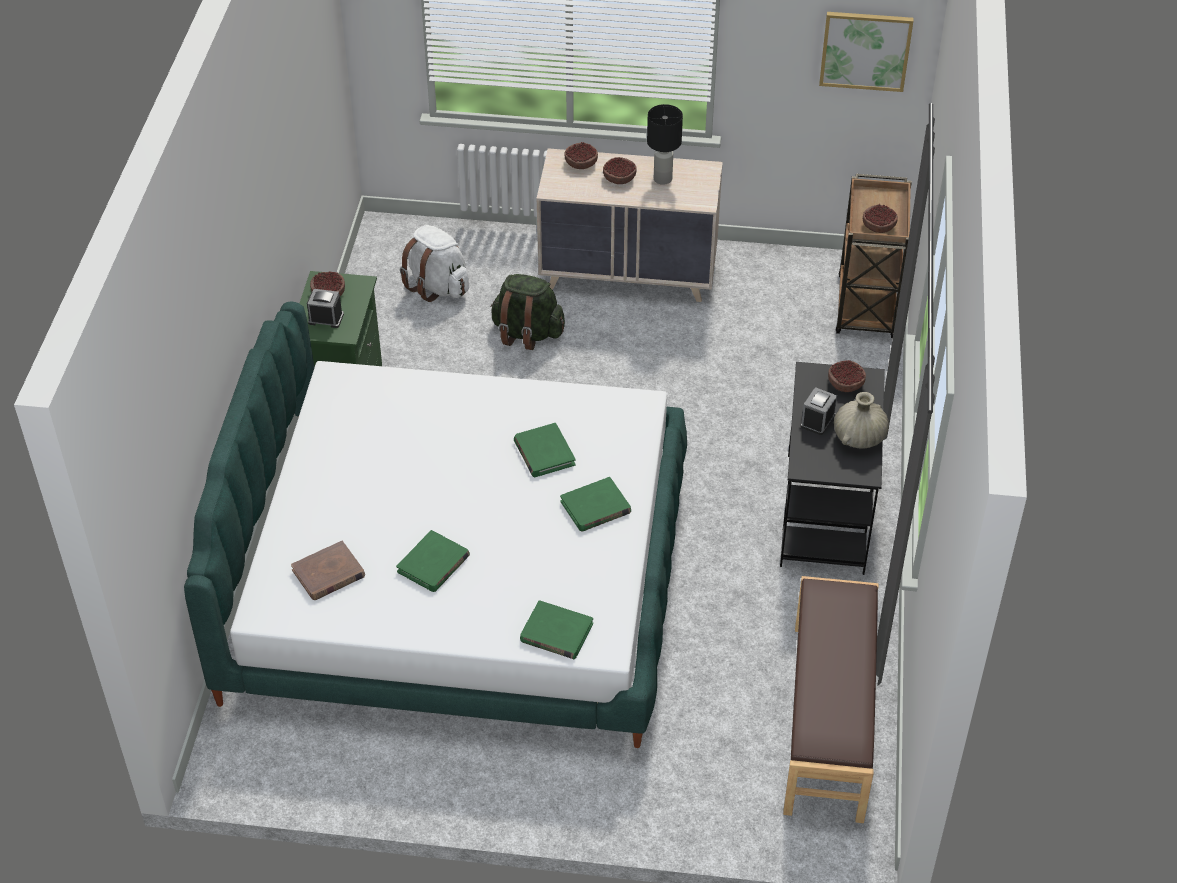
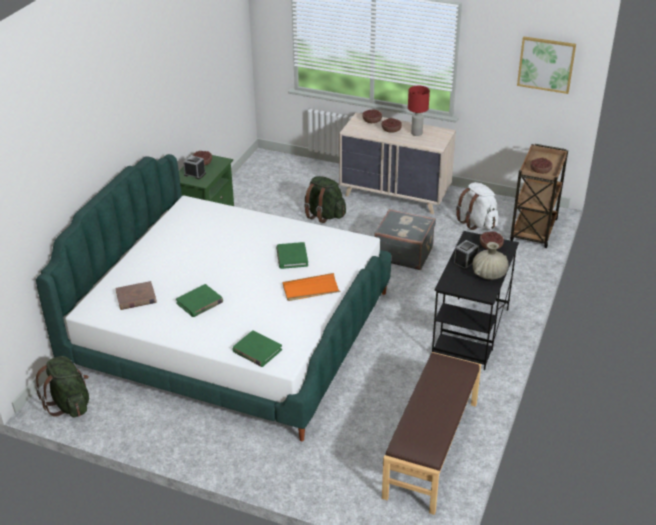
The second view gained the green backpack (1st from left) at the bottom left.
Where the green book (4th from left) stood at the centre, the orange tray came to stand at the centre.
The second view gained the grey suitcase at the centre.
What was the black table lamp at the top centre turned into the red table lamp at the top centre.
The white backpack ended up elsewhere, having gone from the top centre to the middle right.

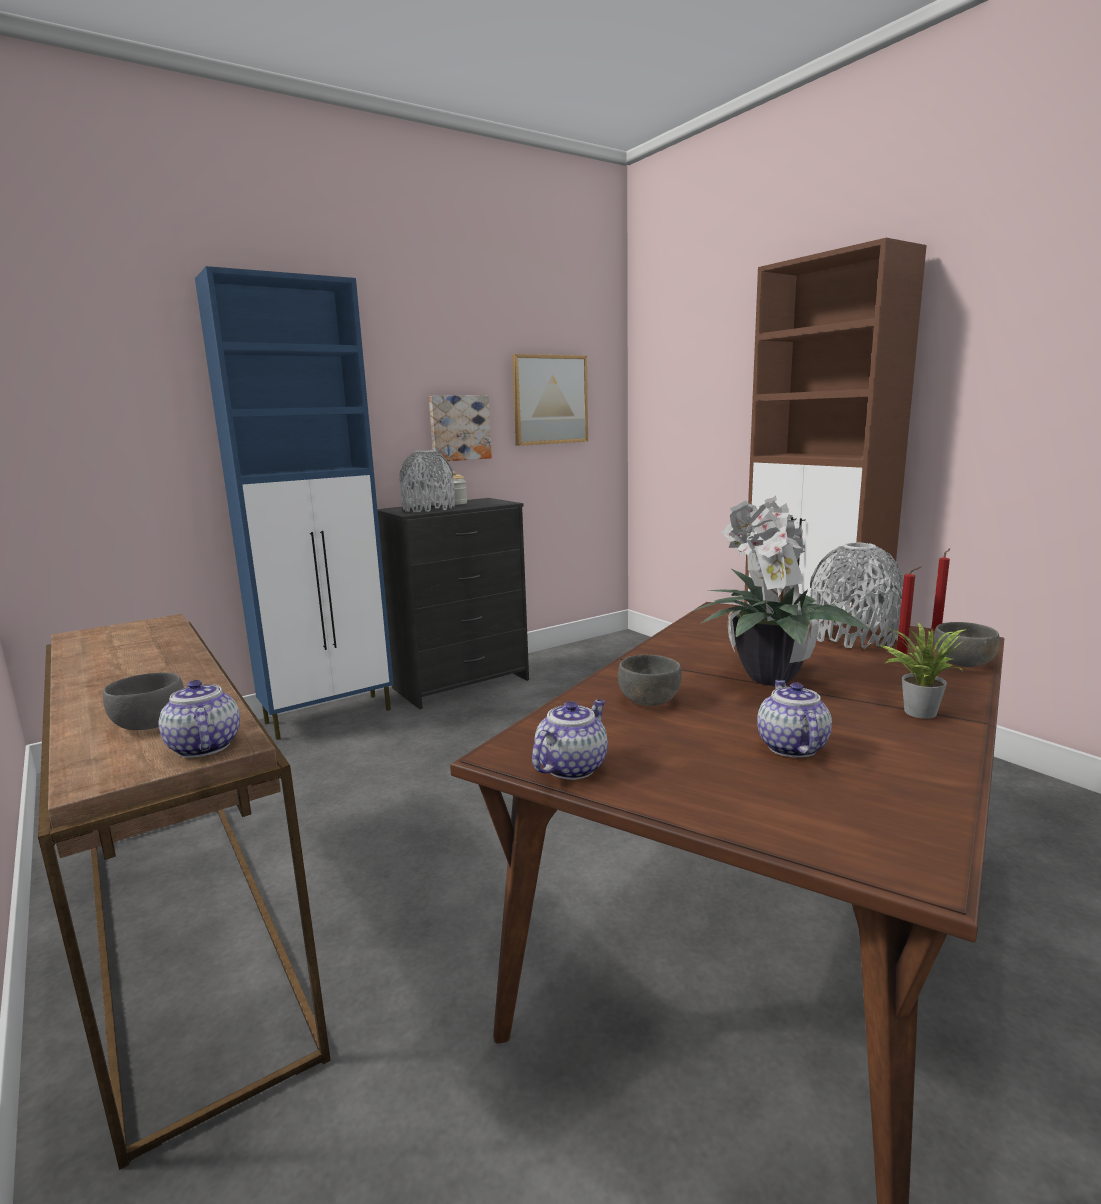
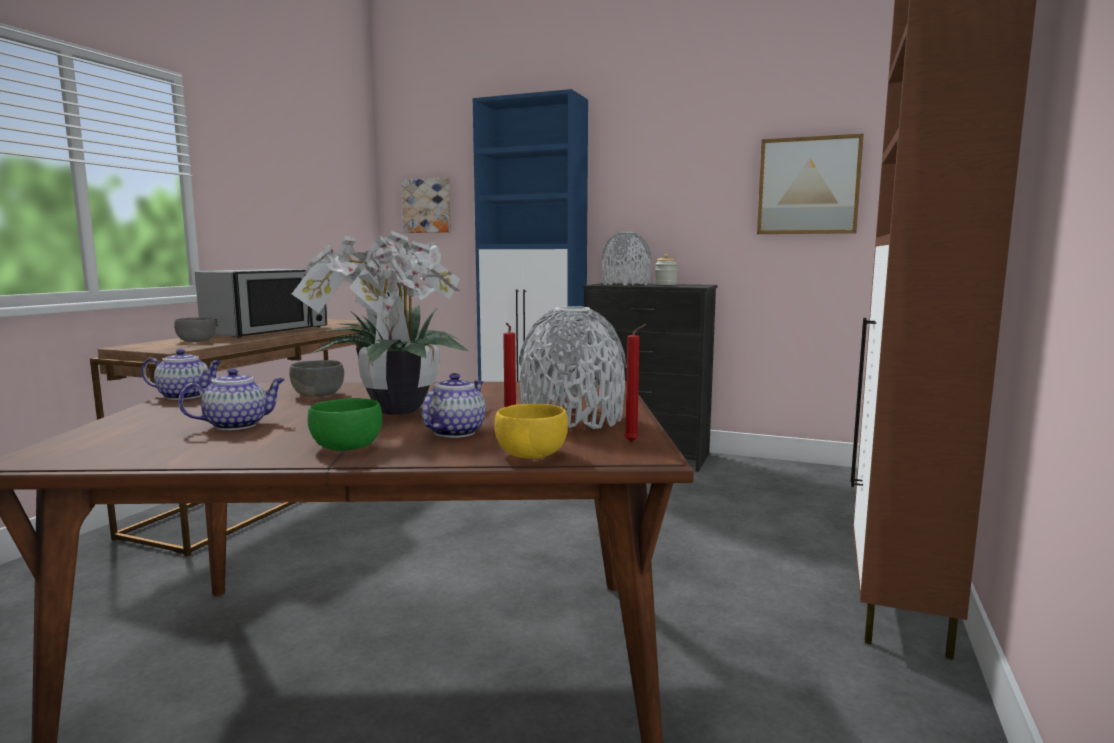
The second view gained the microwave at the middle left.
Where the potted plant (2nd from left) stood at the middle right, the green bowl came to stand at the middle left.
The picture (1st from left) ended up elsewhere, having gone from the centre to the top centre.
The teapot (1st from left in the first image) ended up elsewhere, having gone from the middle left to the centre.
What was the grey bowl (3rd from left) at the middle right turned into the yellow bowl at the centre.

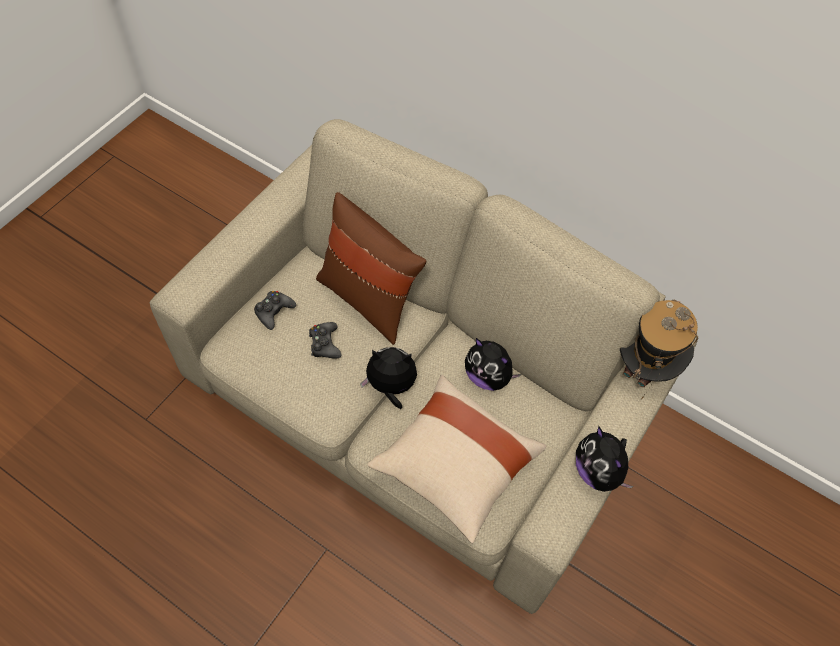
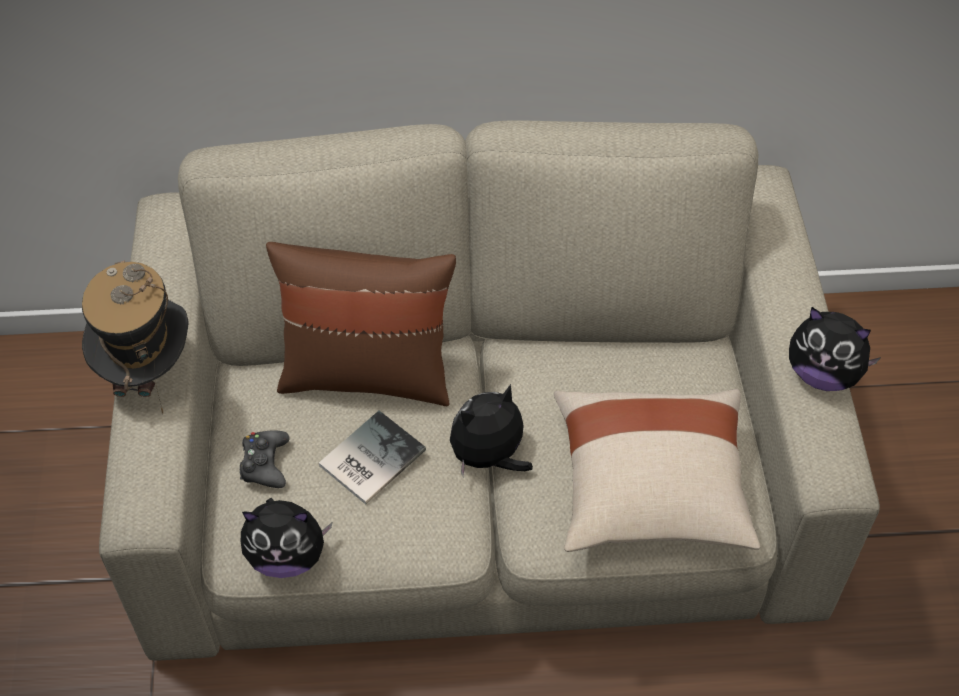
The hat ended up elsewhere, having gone from the middle right to the middle left.
The plush toy (2nd from left in the first image) ended up elsewhere, having gone from the centre to the bottom left.
Where the black game controller (2nd from left) stood at the centre, the book came to stand at the centre.

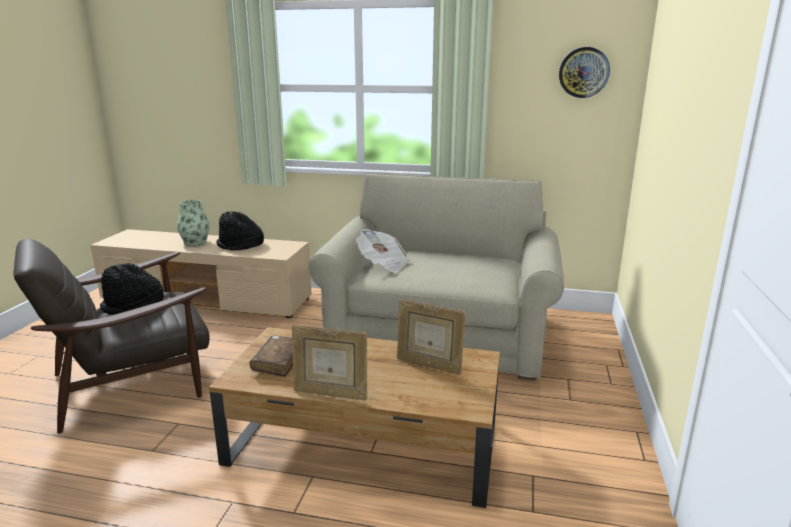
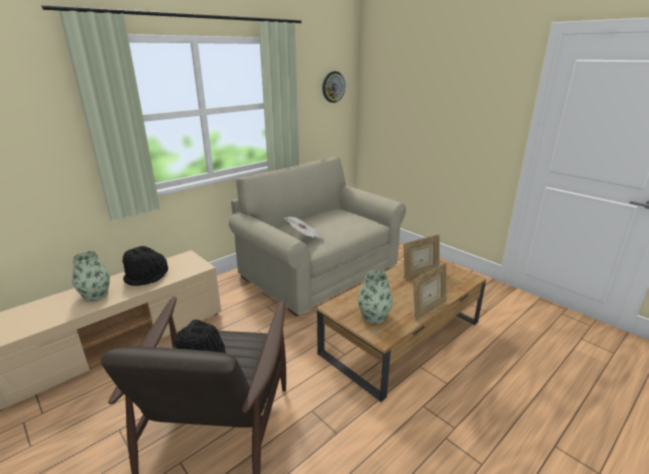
Where the brown book stood at the bottom centre, the vase (2nd from left) came to stand at the centre.

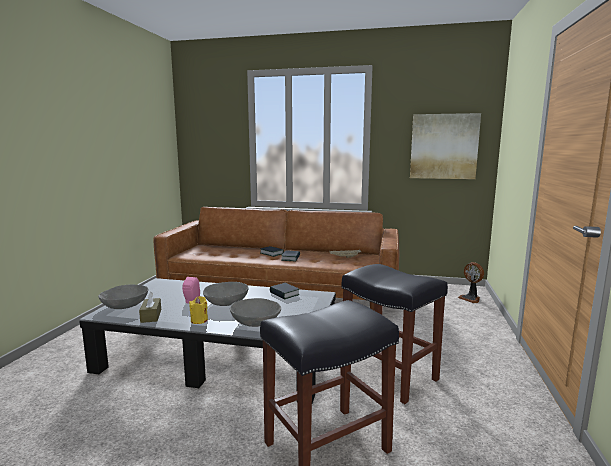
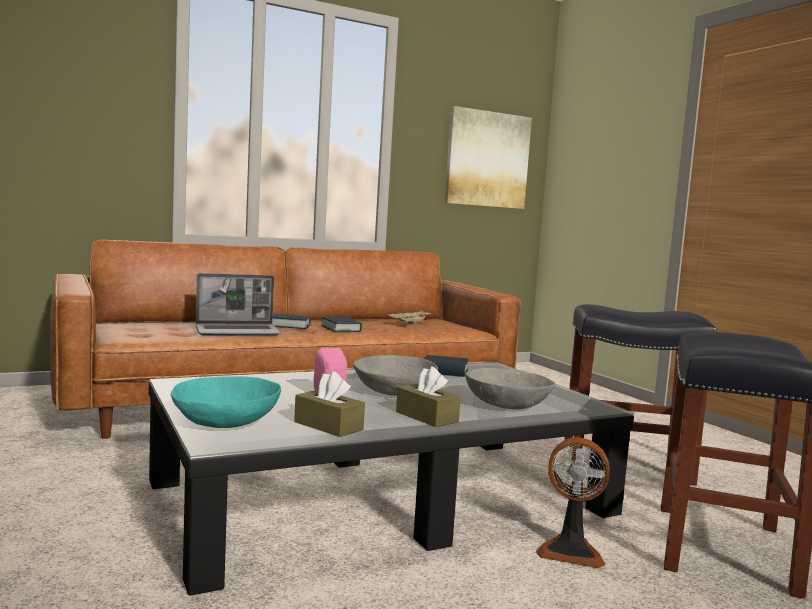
What was the grey bowl (1st from left) at the middle left turned into the turquoise bowl at the middle left.
The second view gained the laptop at the middle left.
Where the yellow candle stood at the middle left, the brown tissue box (2nd from left) came to stand at the centre.
The fan ended up elsewhere, having gone from the middle right to the bottom right.

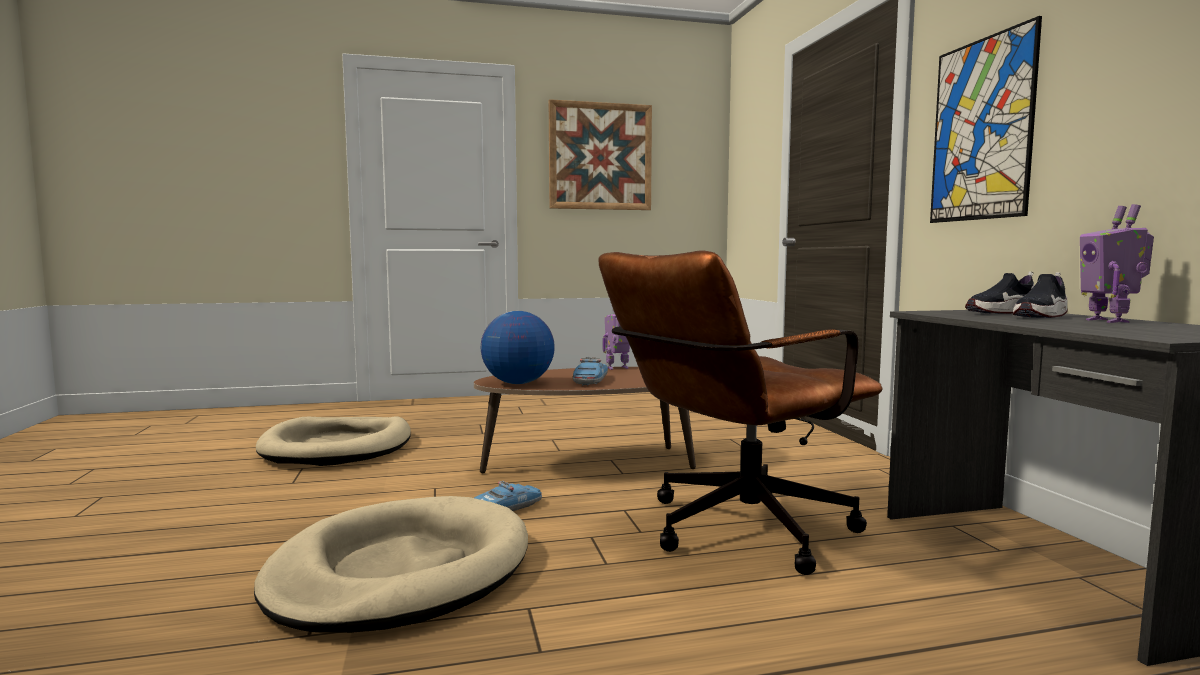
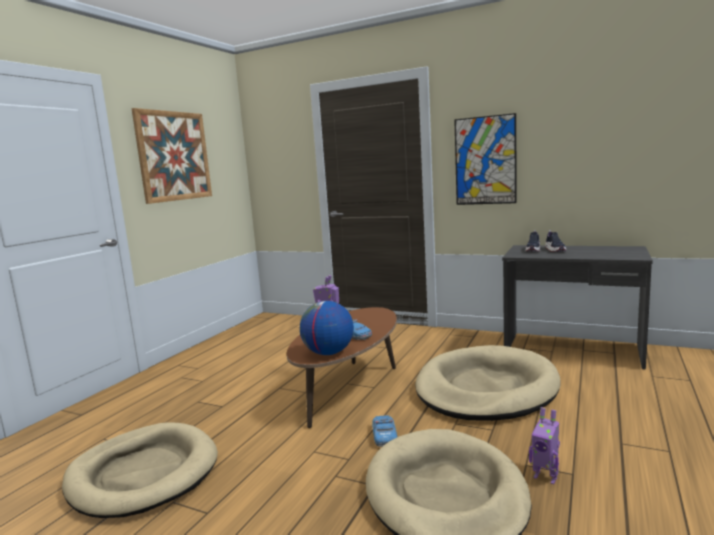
Where the brown office chair stood at the centre, the beige dog bed (3rd from left) came to stand at the bottom right.
The toy robot (2nd from left) ended up elsewhere, having gone from the middle right to the bottom right.

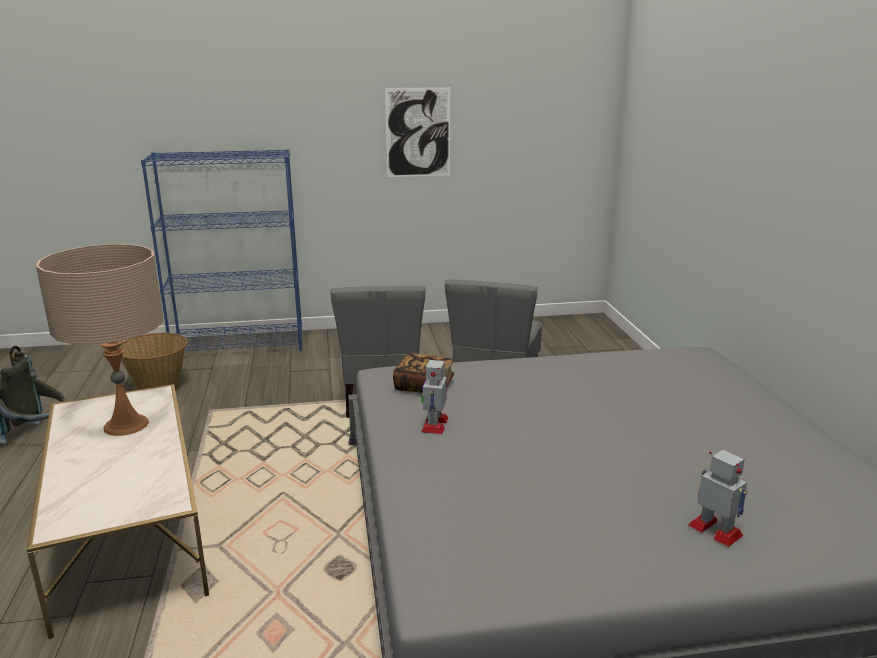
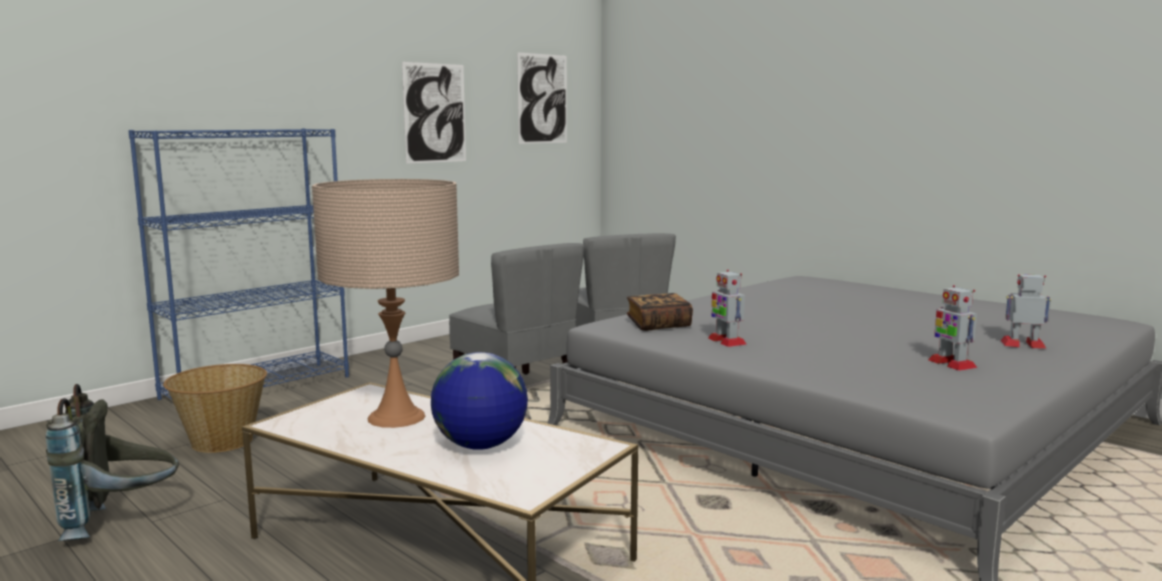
The second view gained the globe at the bottom centre.
The second view gained the picture (2nd from left) at the top centre.
The second view gained the toy robot (2nd from left) at the middle right.

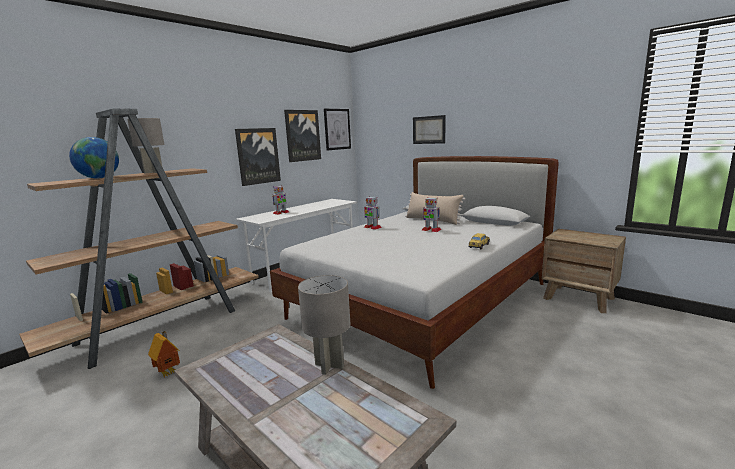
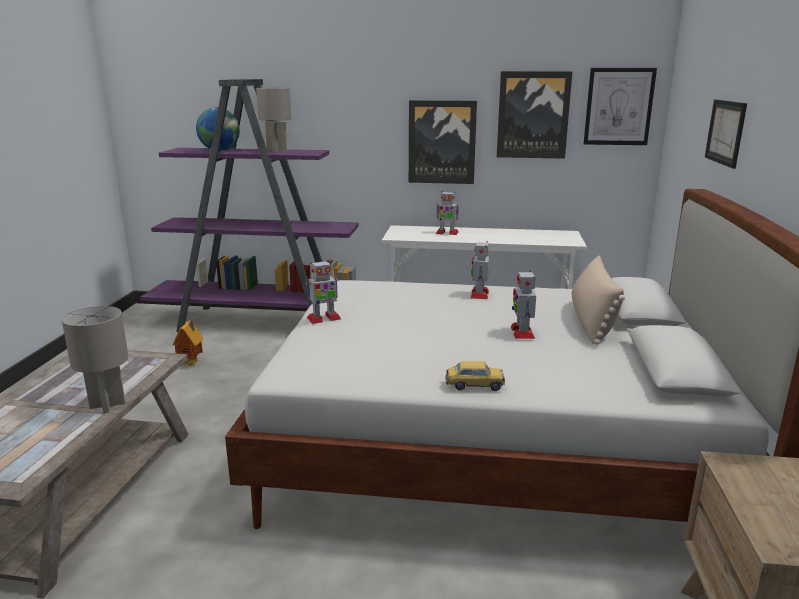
What was the brown bookcase at the middle left turned into the purple bookcase at the middle left.
The second view gained the toy robot (1st from left) at the centre.

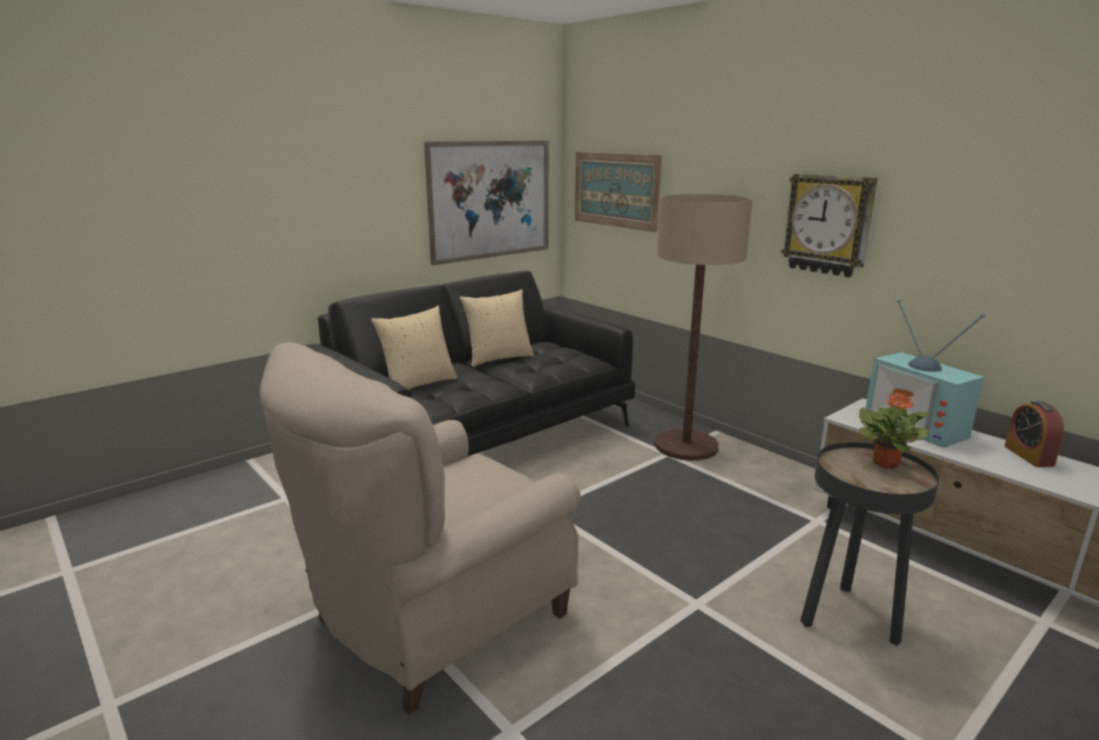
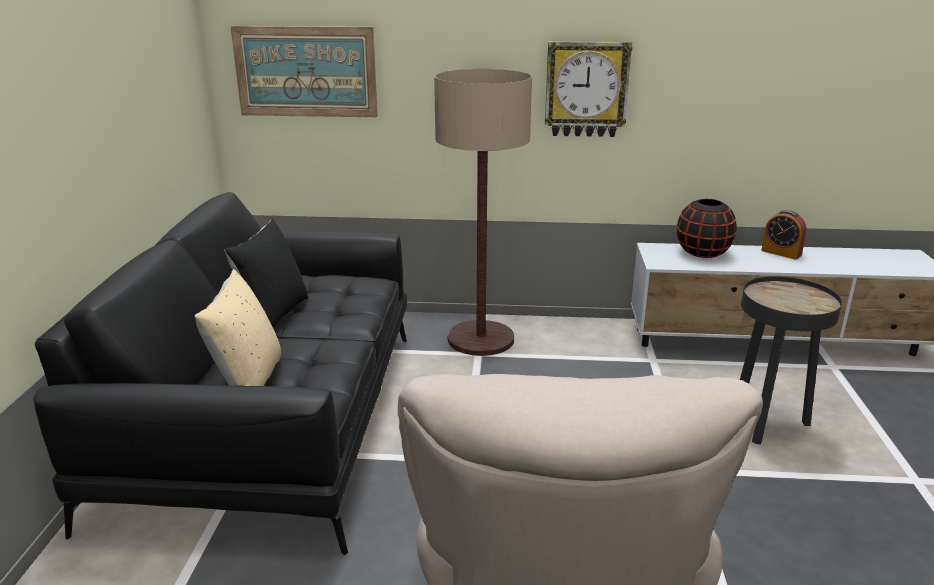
What was the beige pillow (2nd from left) at the centre turned into the black pillow at the middle left.
Where the television stood at the middle right, the black vase came to stand at the middle right.
The second view lost the picture (1st from left) at the top centre.
The second view lost the potted plant at the middle right.

